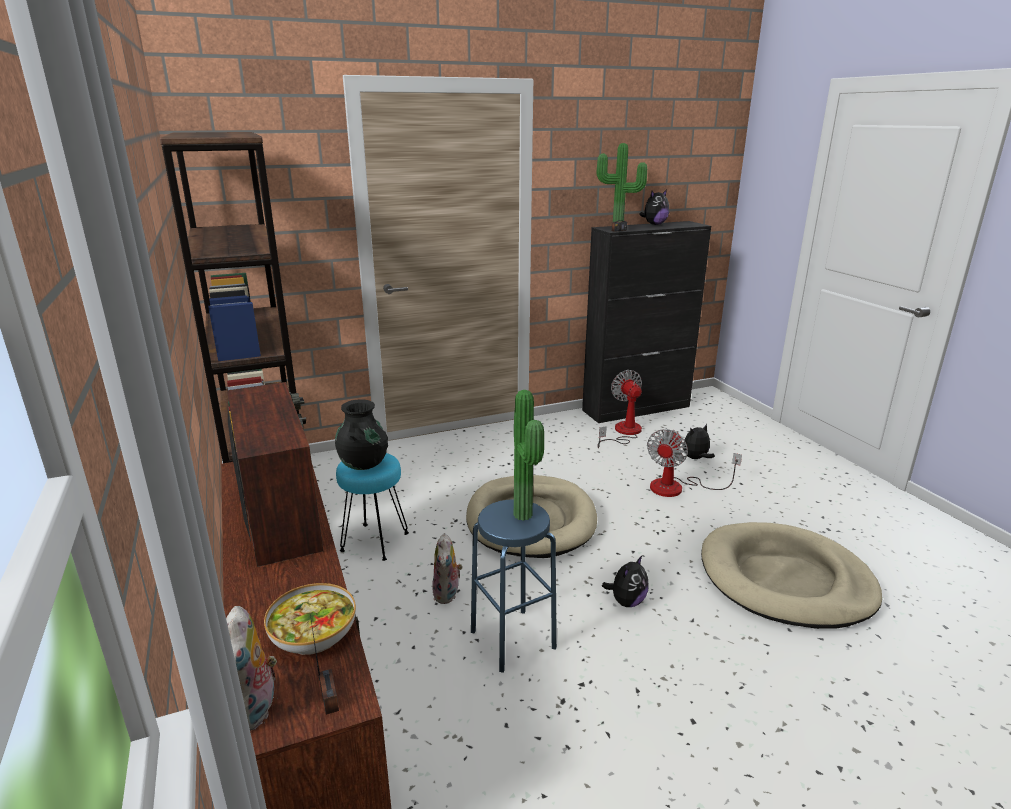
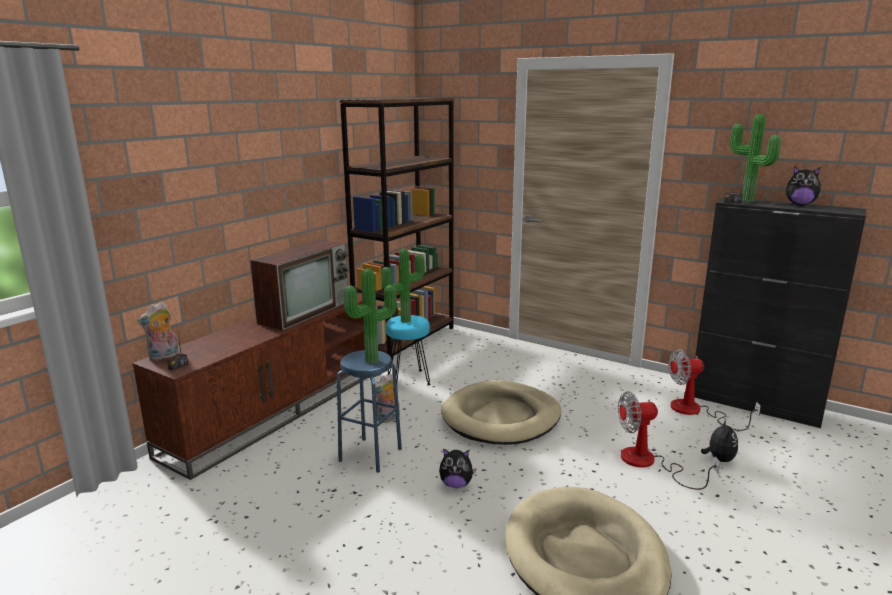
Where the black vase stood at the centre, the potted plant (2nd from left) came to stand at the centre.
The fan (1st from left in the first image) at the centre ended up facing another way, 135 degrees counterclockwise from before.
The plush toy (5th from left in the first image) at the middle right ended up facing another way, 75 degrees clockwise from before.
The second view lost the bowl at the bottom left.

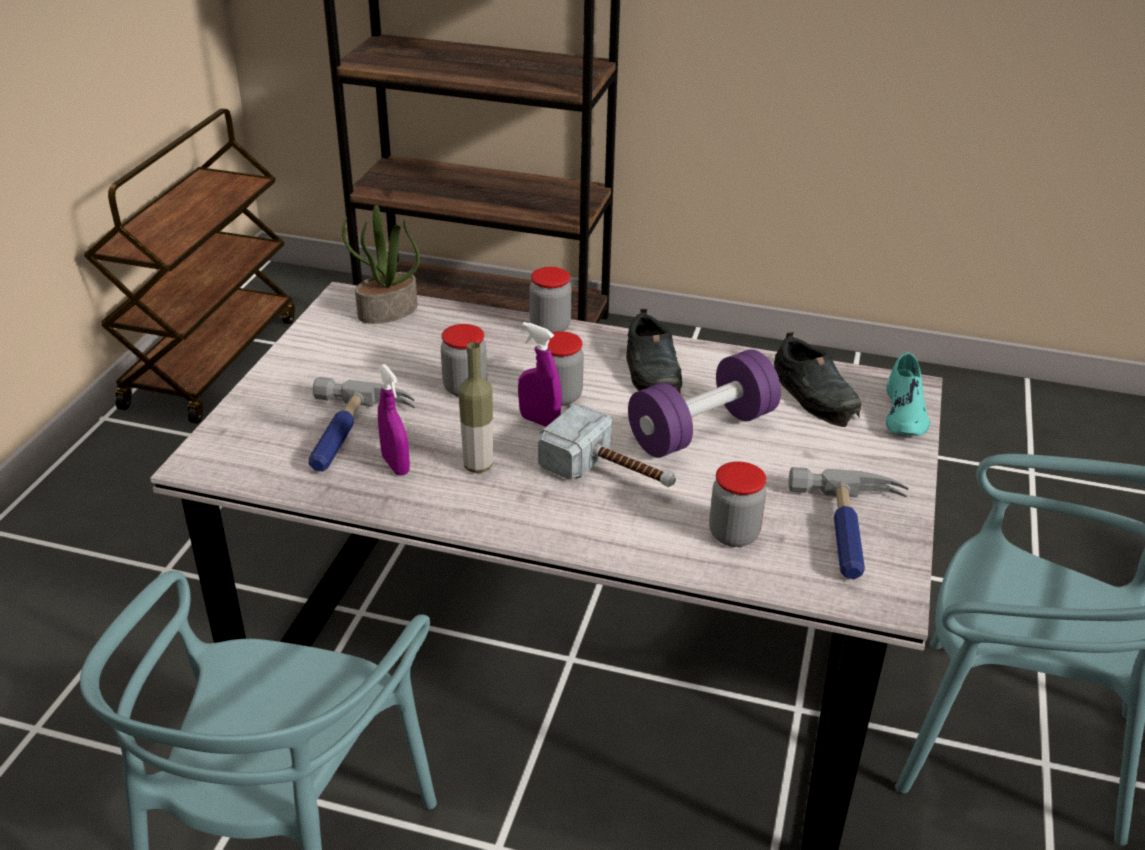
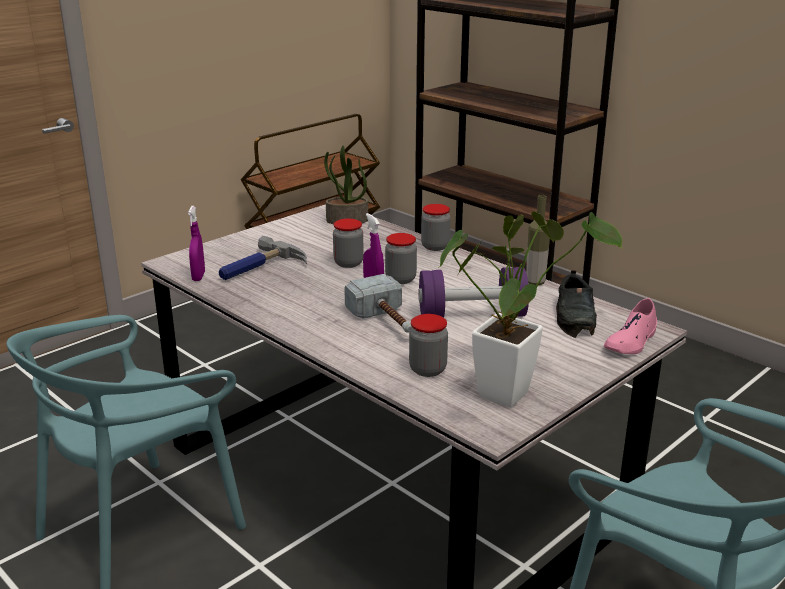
The purple spray bottle (1st from left) ended up elsewhere, having gone from the centre to the middle left.
Where the hammer (3rd from left) stood at the middle right, the potted plant (2nd from left) came to stand at the middle right.
The bottle ended up elsewhere, having gone from the centre to the middle right.
What was the turquoise shoe at the middle right turned into the pink shoe at the middle right.
The second view lost the black shoe (1st from left) at the centre.

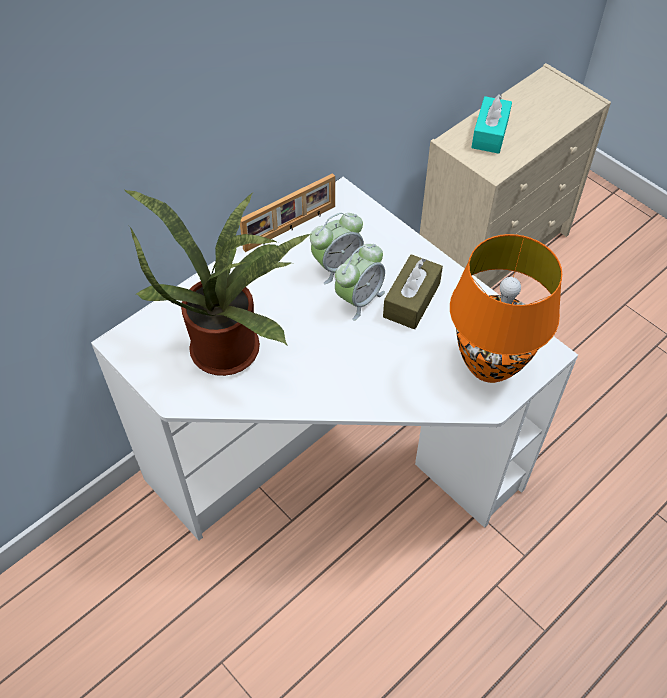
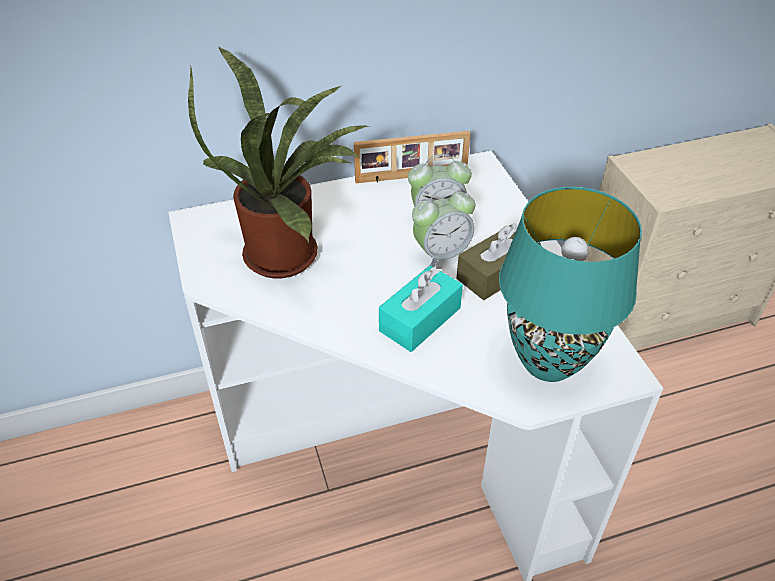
The turquoise tissue box ended up elsewhere, having gone from the top right to the centre.
What was the orange table lamp at the middle right turned into the turquoise table lamp at the middle right.

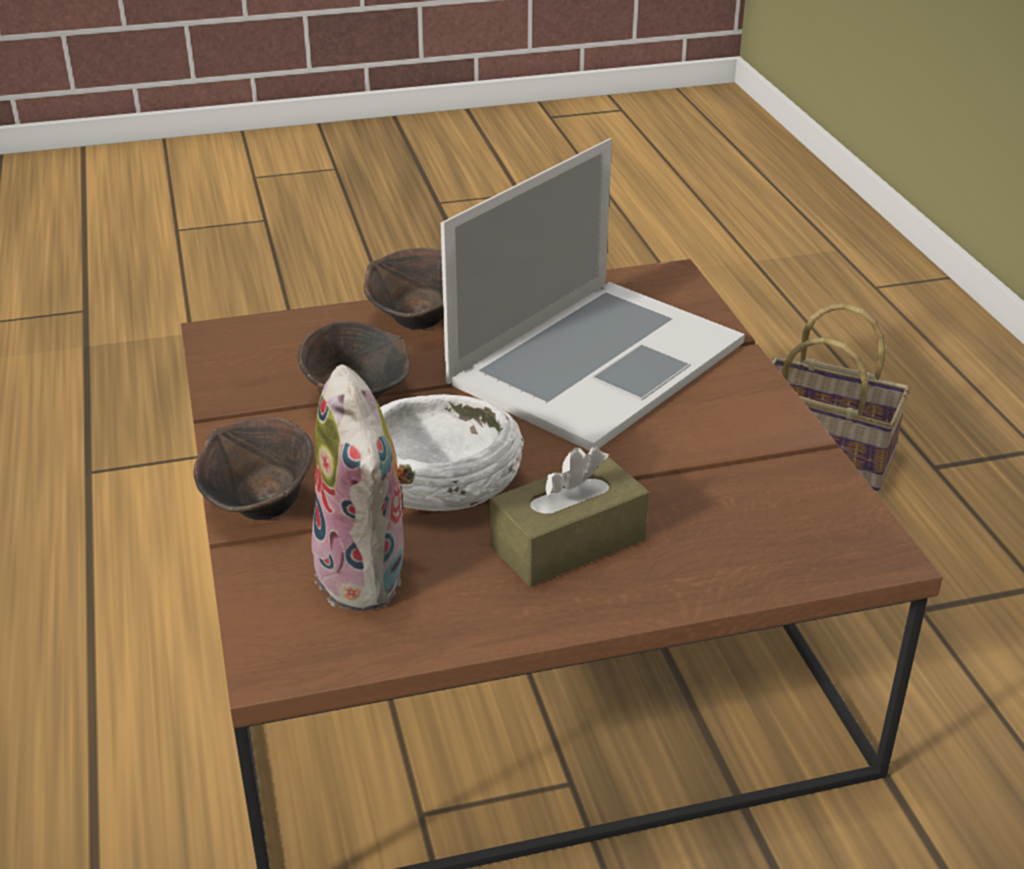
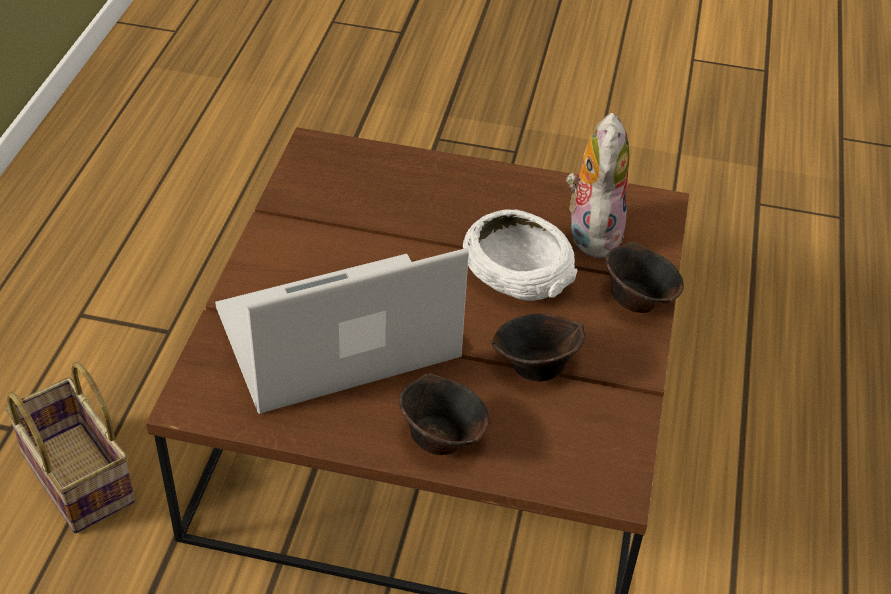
The second view lost the brown tissue box at the centre.

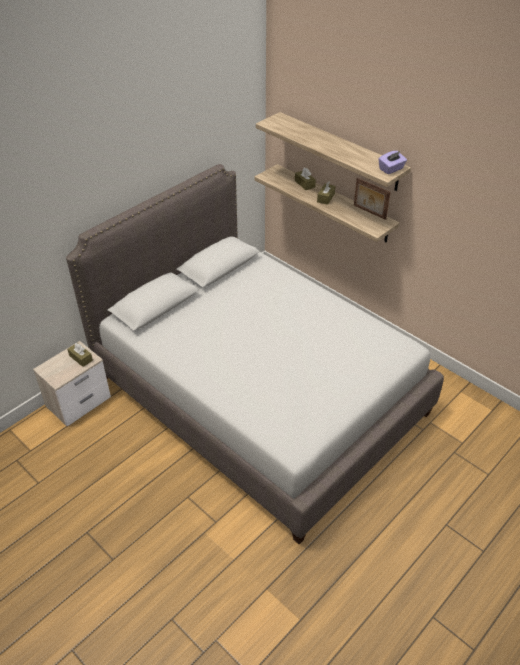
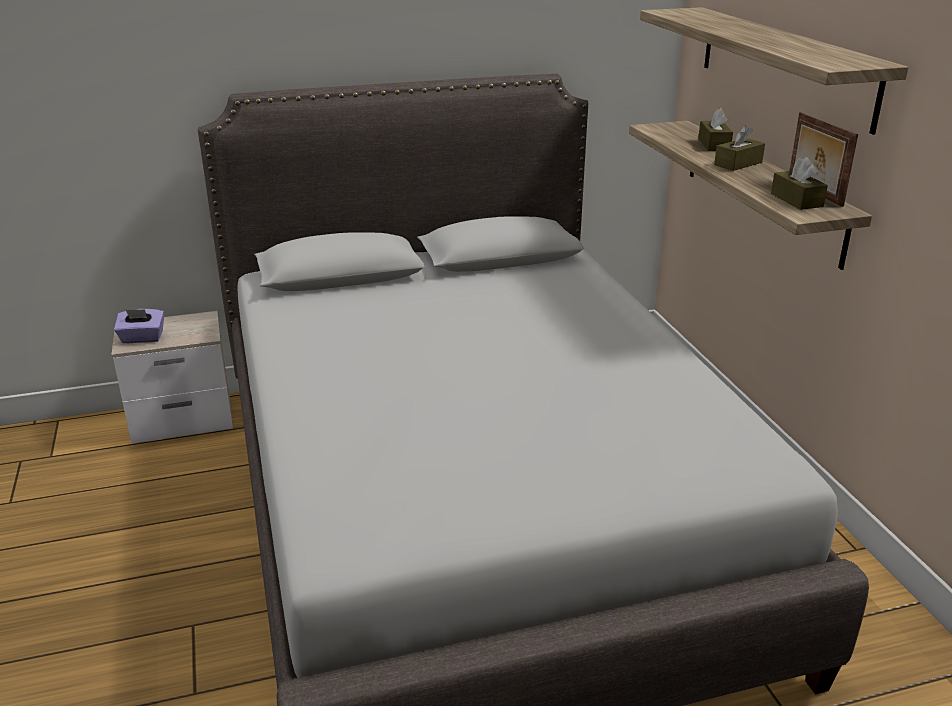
The purple tissue box ended up elsewhere, having gone from the top right to the middle left.
The brown tissue box (1st from left in the first image) ended up elsewhere, having gone from the middle left to the top right.

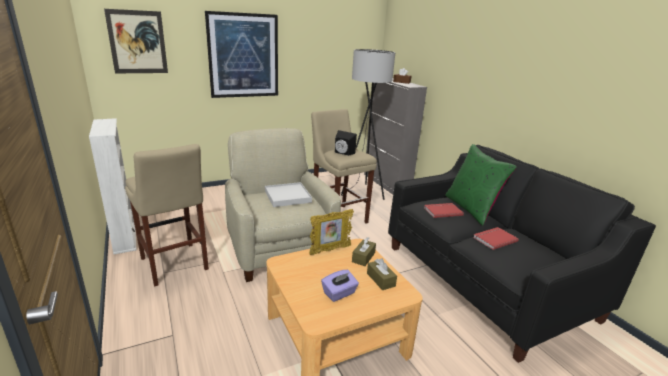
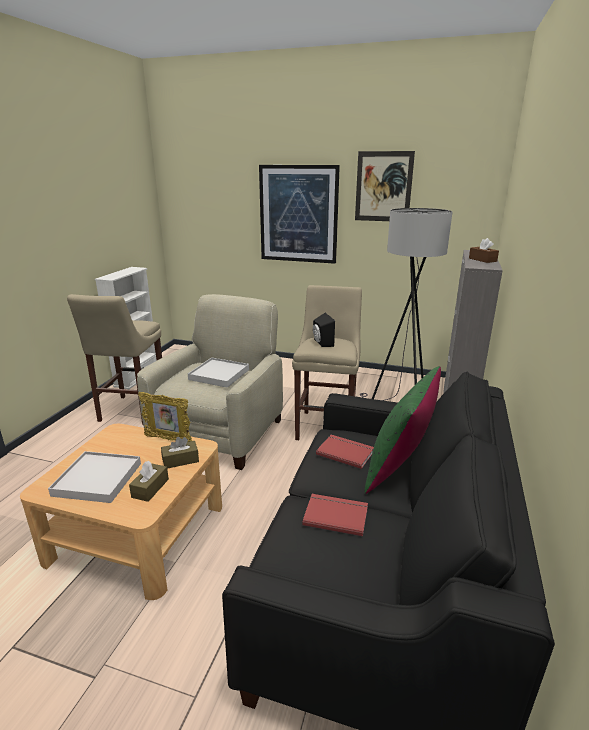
Where the purple tissue box stood at the bottom centre, the white tray (1st from left) came to stand at the middle left.
The picture (1st from left in the first image) ended up elsewhere, having gone from the top left to the top centre.

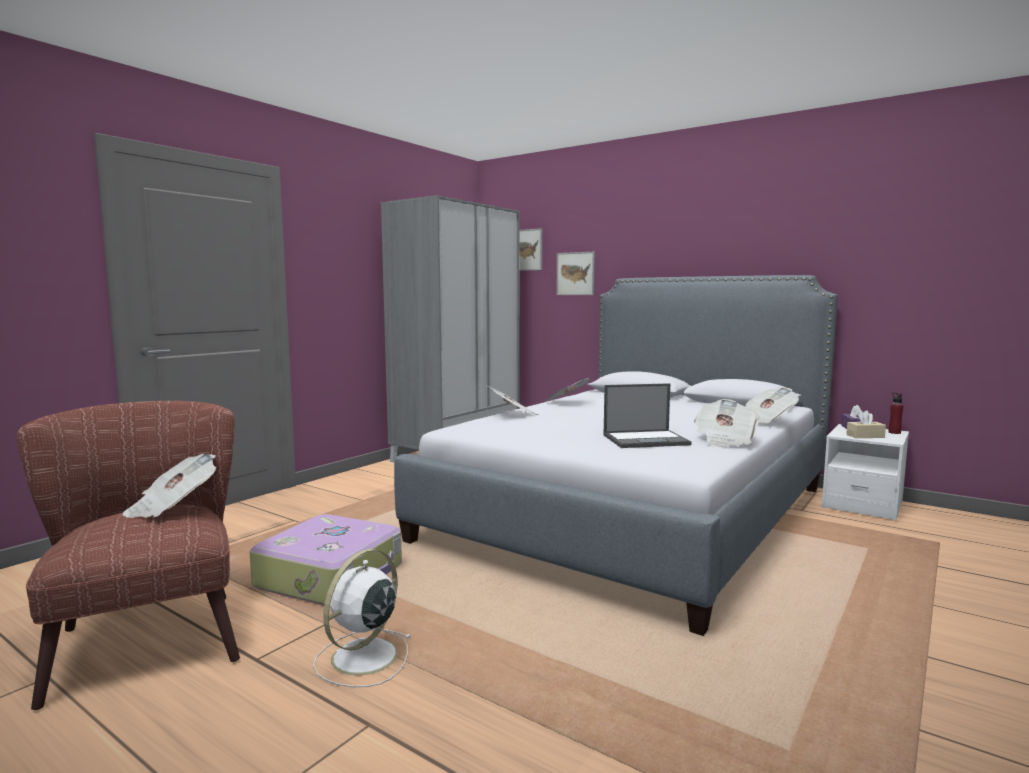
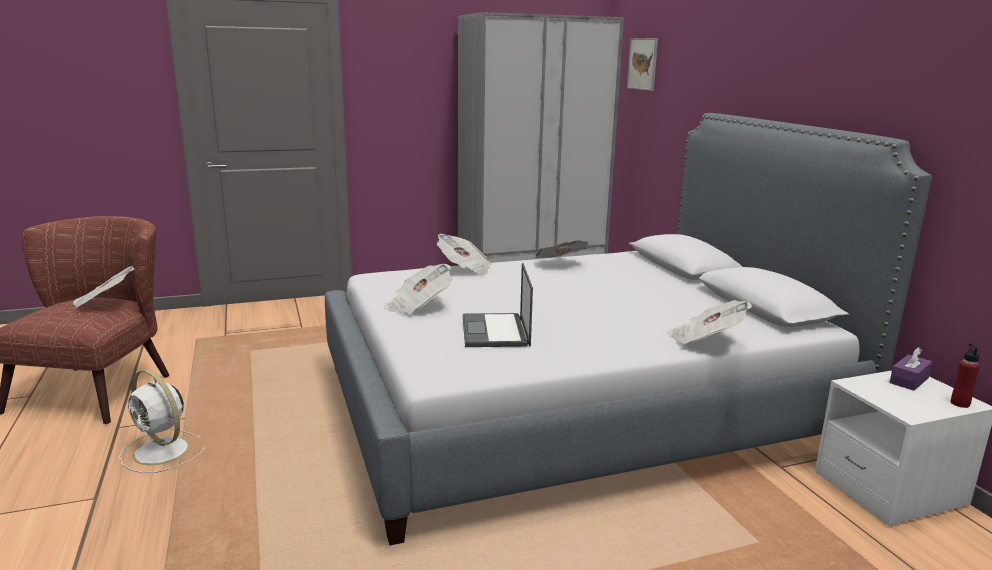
The white fan at the bottom centre ended up facing another way, 120 degrees counterclockwise from before.
The newspaper (4th from left in the first image) ended up elsewhere, having gone from the middle right to the centre.
The laptop at the centre ended up facing another way, 60 degrees clockwise from before.
The second view lost the suitcase at the bottom left.
The second view lost the picture (2nd from left) at the centre.
The second view lost the beige tissue box at the middle right.

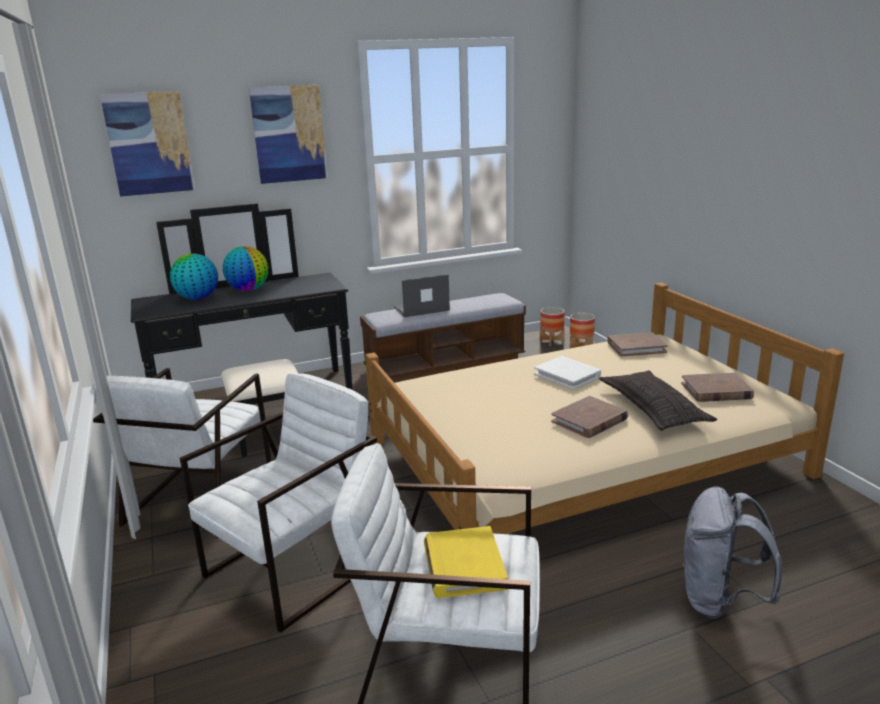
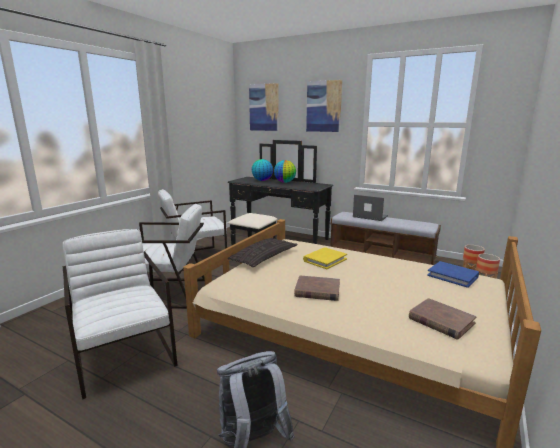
The pillow ended up elsewhere, having gone from the middle right to the centre.
The yellow book ended up elsewhere, having gone from the bottom centre to the centre.
What was the brown book (2nd from left) at the middle right turned into the blue book at the middle right.
The second view lost the white book at the centre.

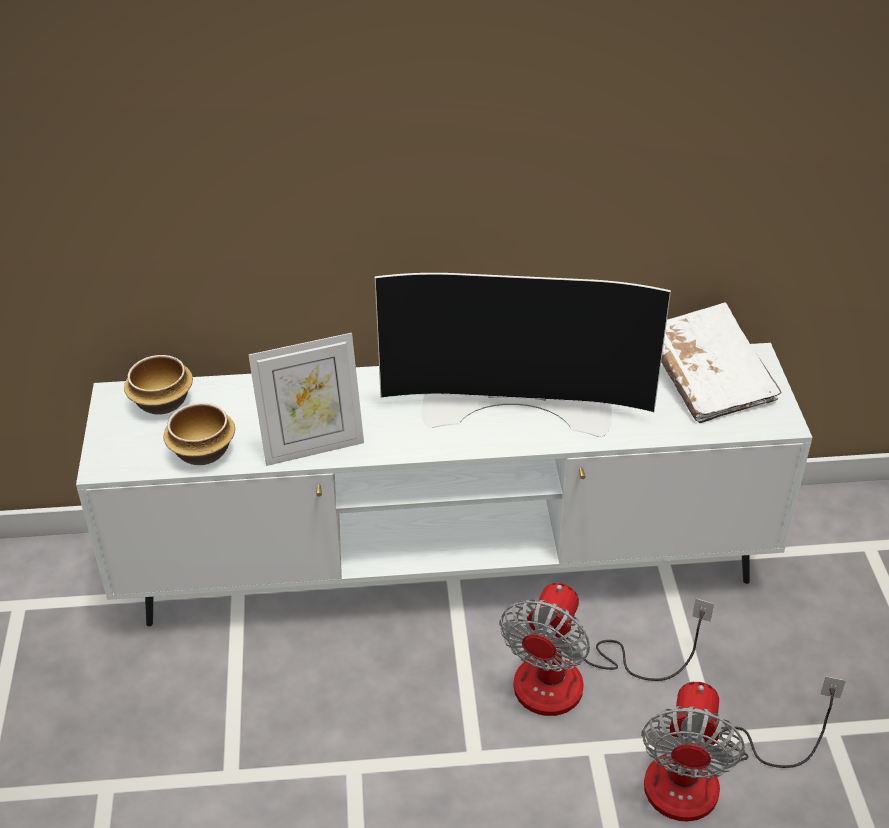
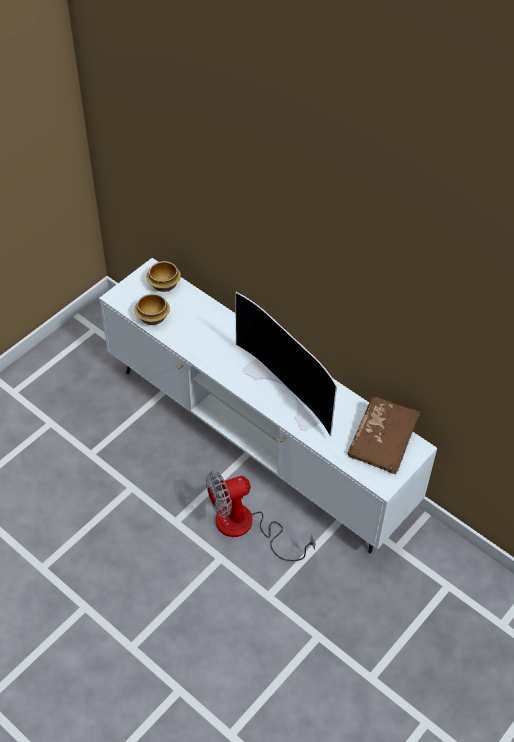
What was the white book at the middle right turned into the brown book at the middle right.
The second view lost the picture frame at the centre.
The second view lost the fan (2nd from left) at the bottom right.

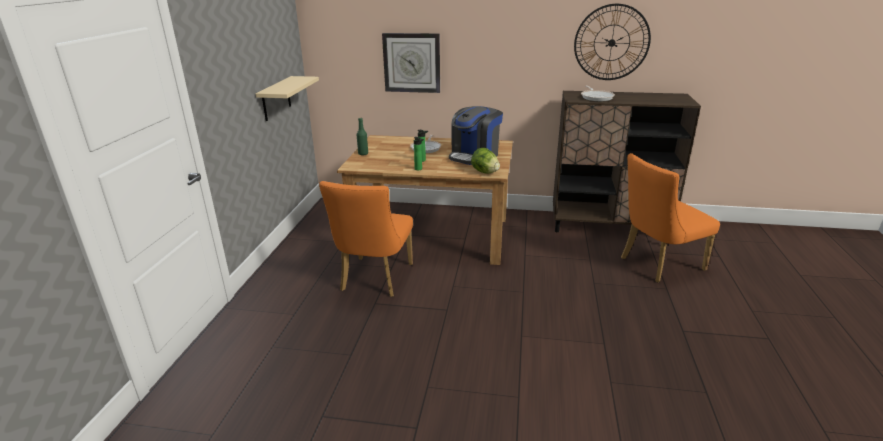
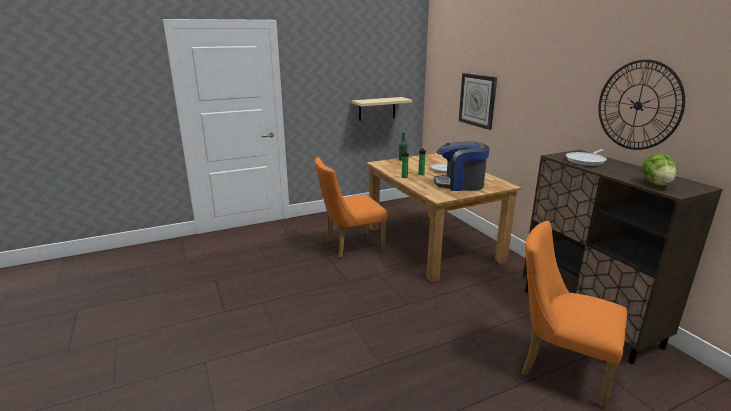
The lettuce ended up elsewhere, having gone from the centre to the middle right.

